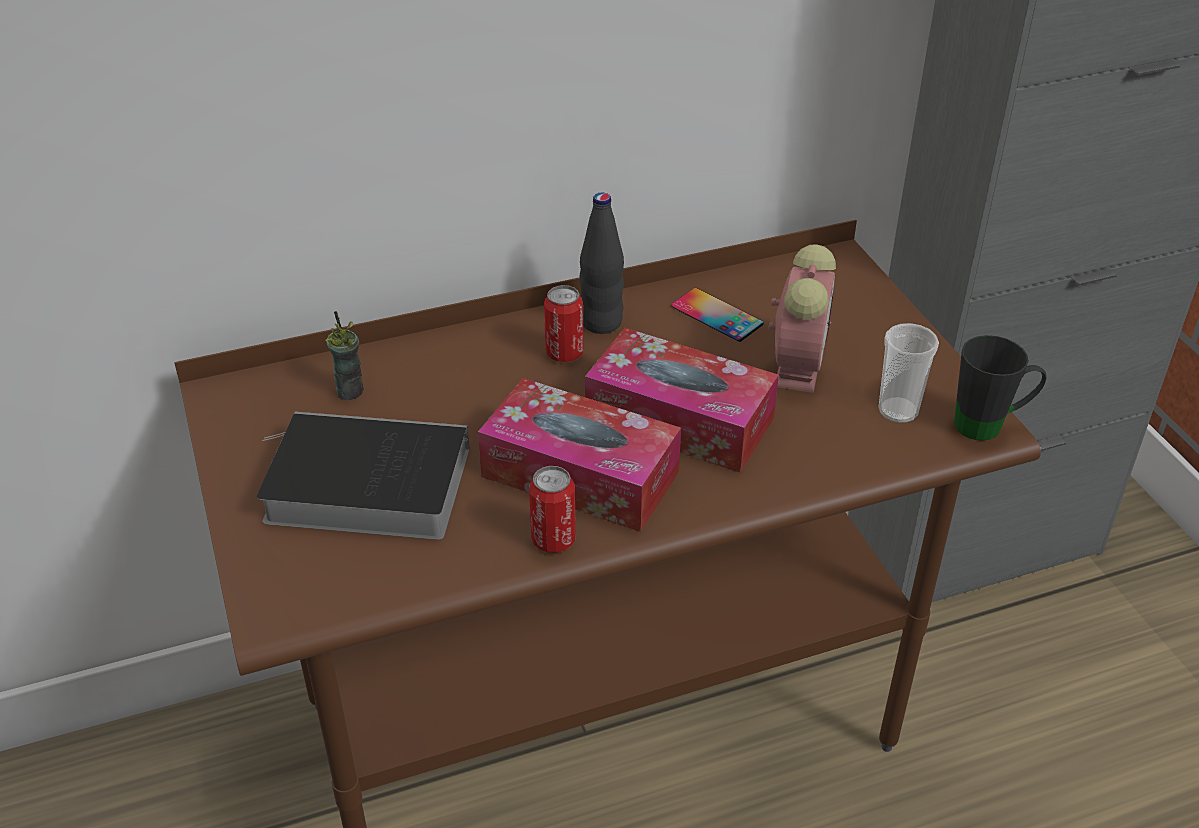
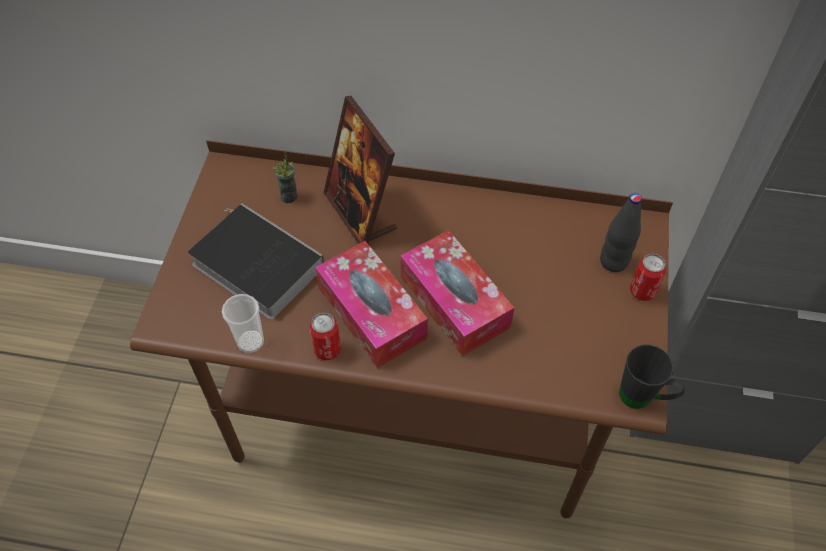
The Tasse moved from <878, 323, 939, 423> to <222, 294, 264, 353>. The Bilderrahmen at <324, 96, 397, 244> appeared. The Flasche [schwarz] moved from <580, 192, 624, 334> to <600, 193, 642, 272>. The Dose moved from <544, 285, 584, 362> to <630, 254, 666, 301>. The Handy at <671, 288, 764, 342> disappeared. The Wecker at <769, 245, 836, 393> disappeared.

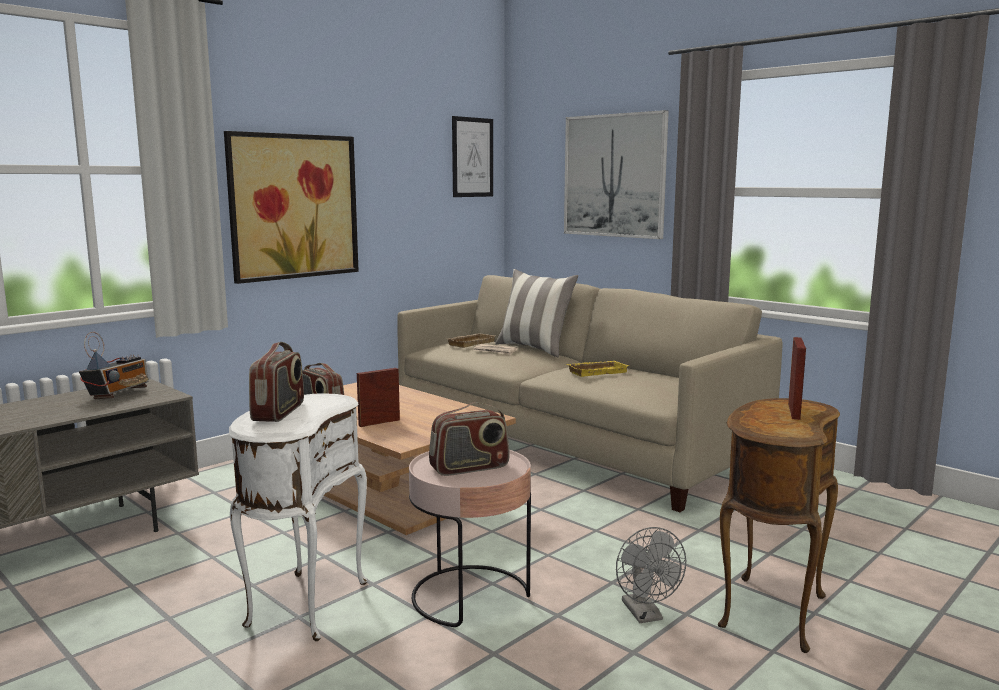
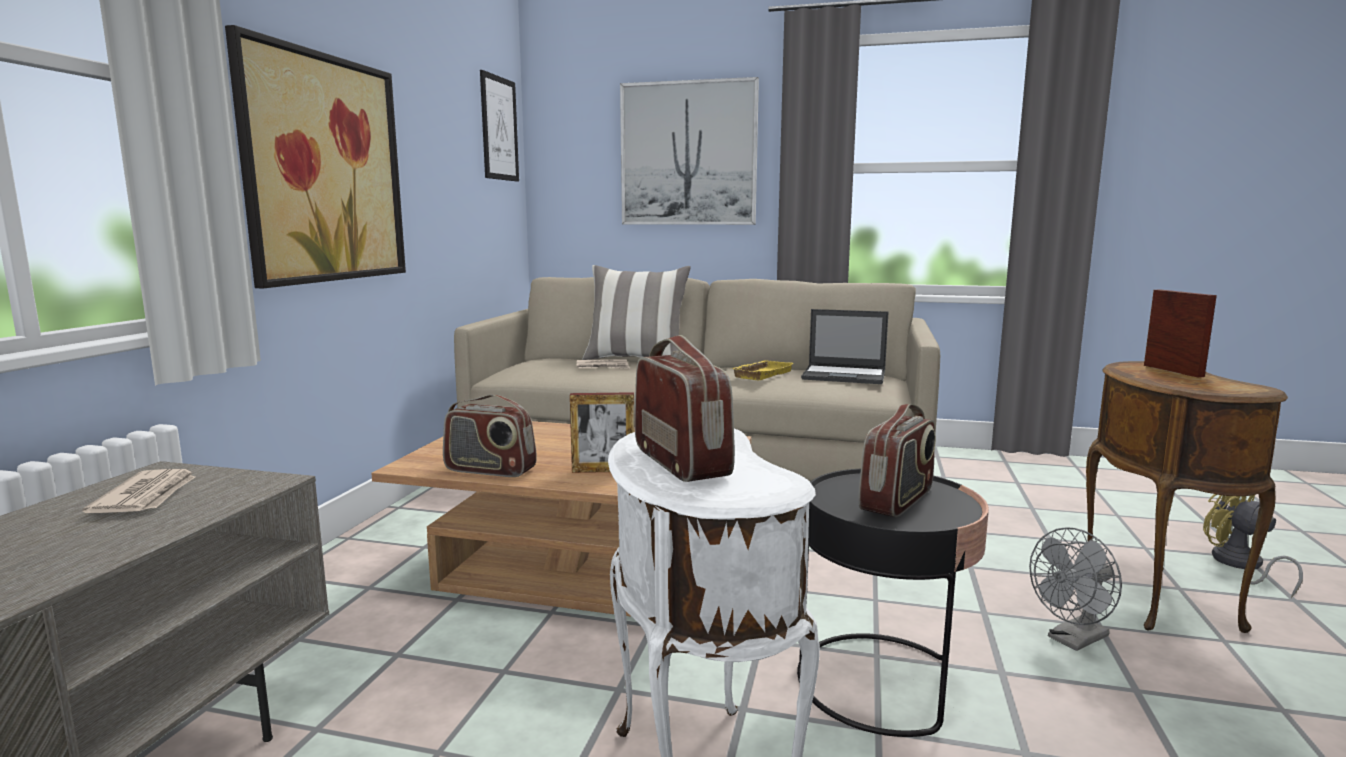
The Radio at <79, 332, 148, 399> was replaced by the Zeitung at <82, 469, 195, 513>. The Bilderrahmen at <357, 368, 400, 427> turned 120 degrees counterclockwise. The Beistelltisch [rosa] at <409, 450, 531, 627> became the Beistelltisch [schwarz] at <797, 468, 989, 737>. The Laptop at <801, 309, 889, 384> appeared. The Ventilator [grau] at <616, 527, 686, 623> turned 105 degrees clockwise. The Ventilator [gelb] at <1203, 494, 1303, 598> appeared. The Tablett [beige] at <448, 333, 495, 348> disappeared.

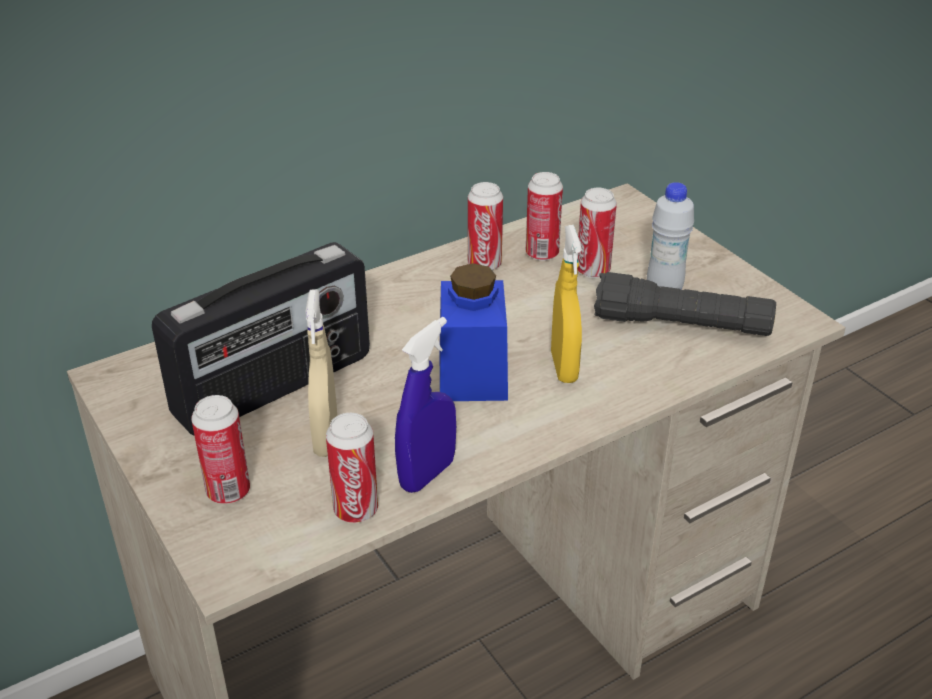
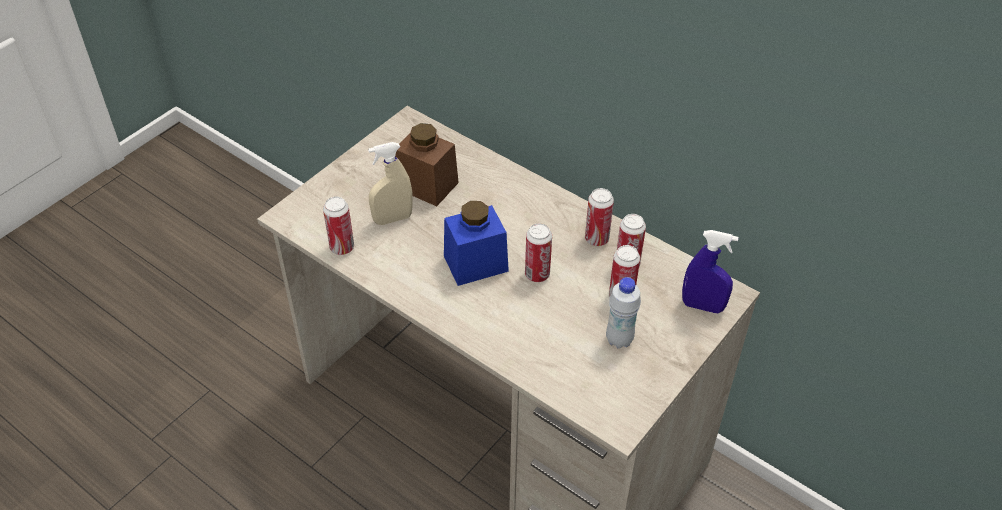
The Radio at <152, 242, 370, 435> was replaced by the Vorratsglas [braun] at <395, 123, 459, 206>. The Dose moved from <191, 395, 250, 504> to <525, 223, 552, 282>. The Sprühflasche [blau] moved from <395, 317, 456, 493> to <682, 230, 739, 313>. The Sprühflasche [gelb] at <551, 225, 582, 383> disappeared. The Taschenlampe [schwarz] at <594, 272, 776, 336> disappeared.

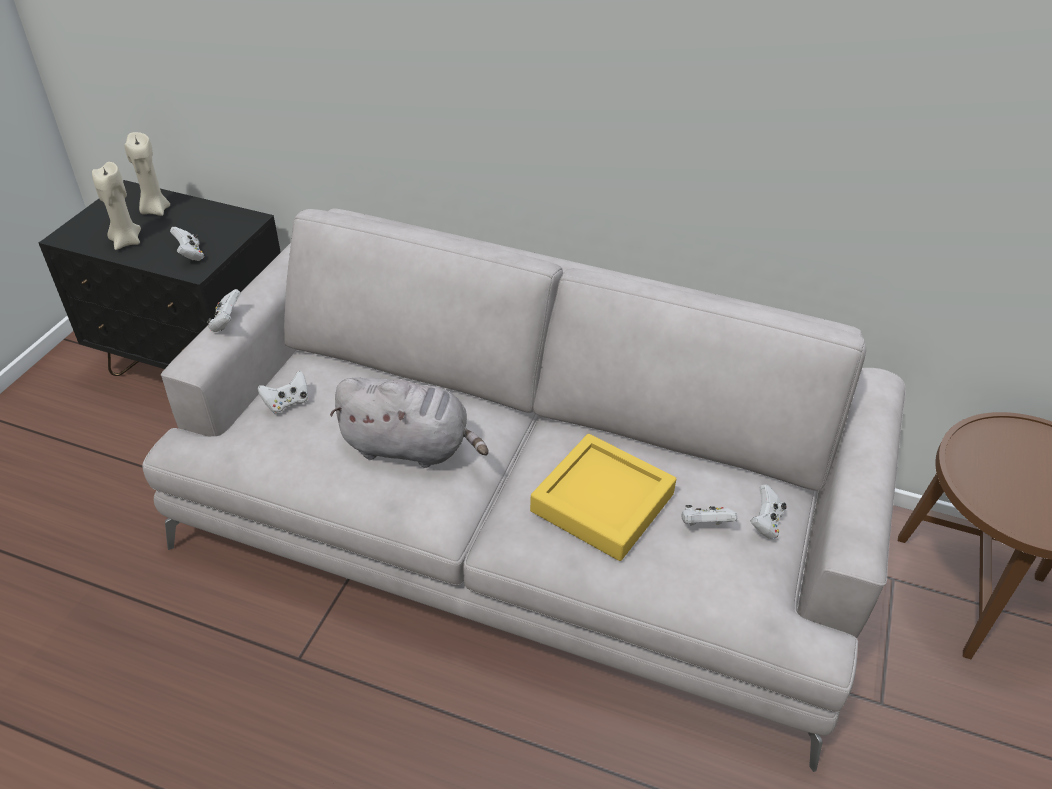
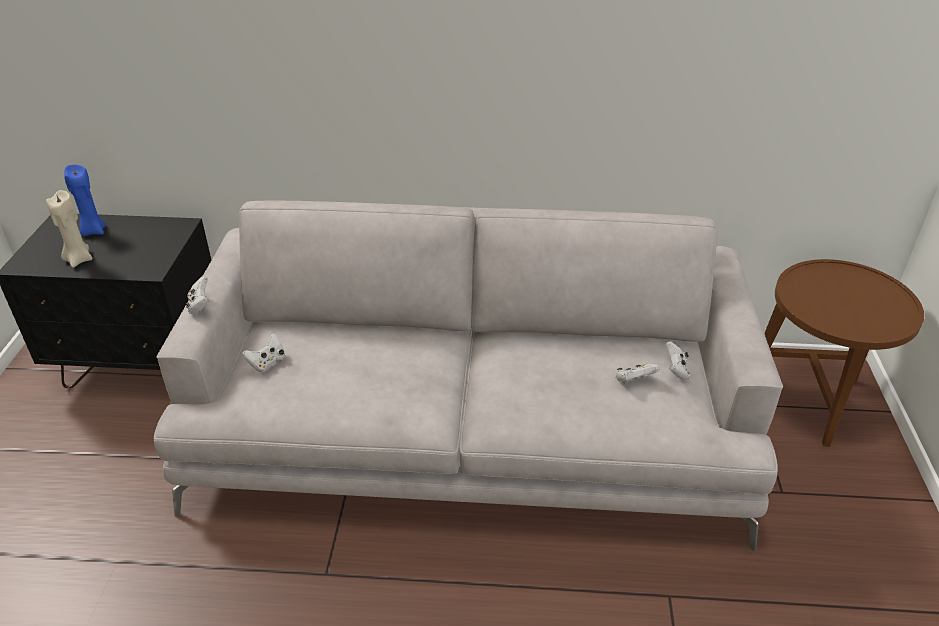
The Kerze [beige] at <124, 132, 170, 216> became the Kerze [blau] at <64, 165, 106, 236>. The Gamepad [weiß] at <170, 227, 204, 261> disappeared. The Plüschtier [grau] at <330, 377, 489, 468> disappeared. The Tablett [gelb] at <530, 434, 676, 561> disappeared.

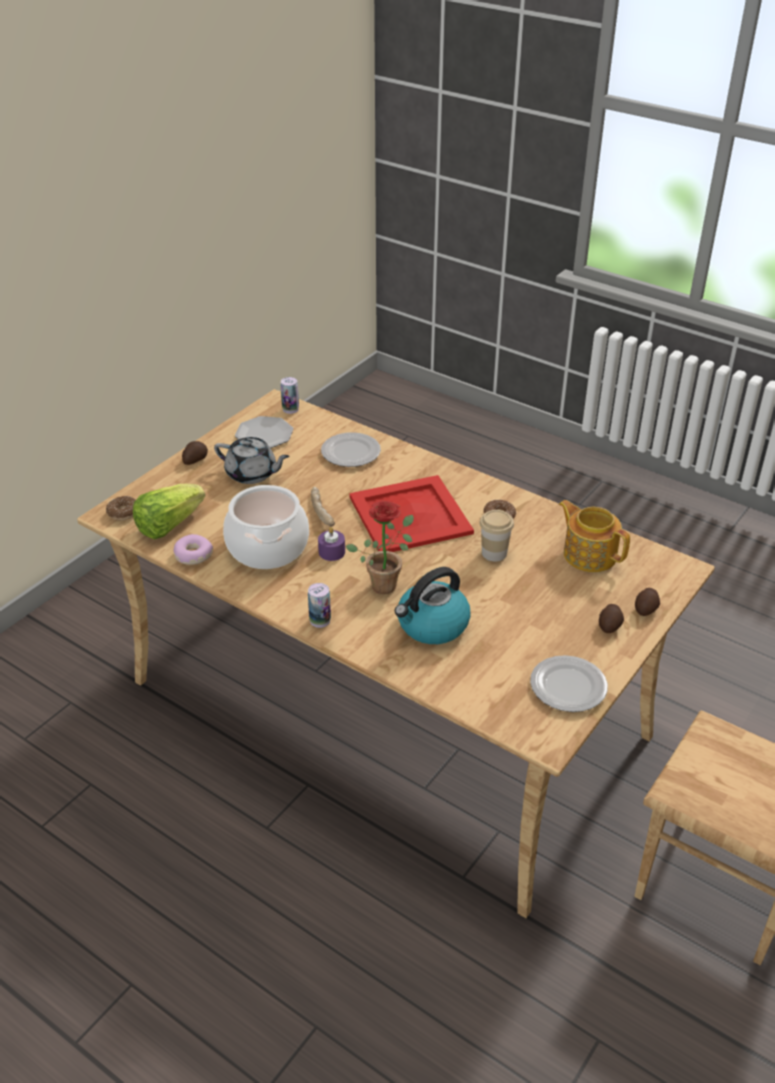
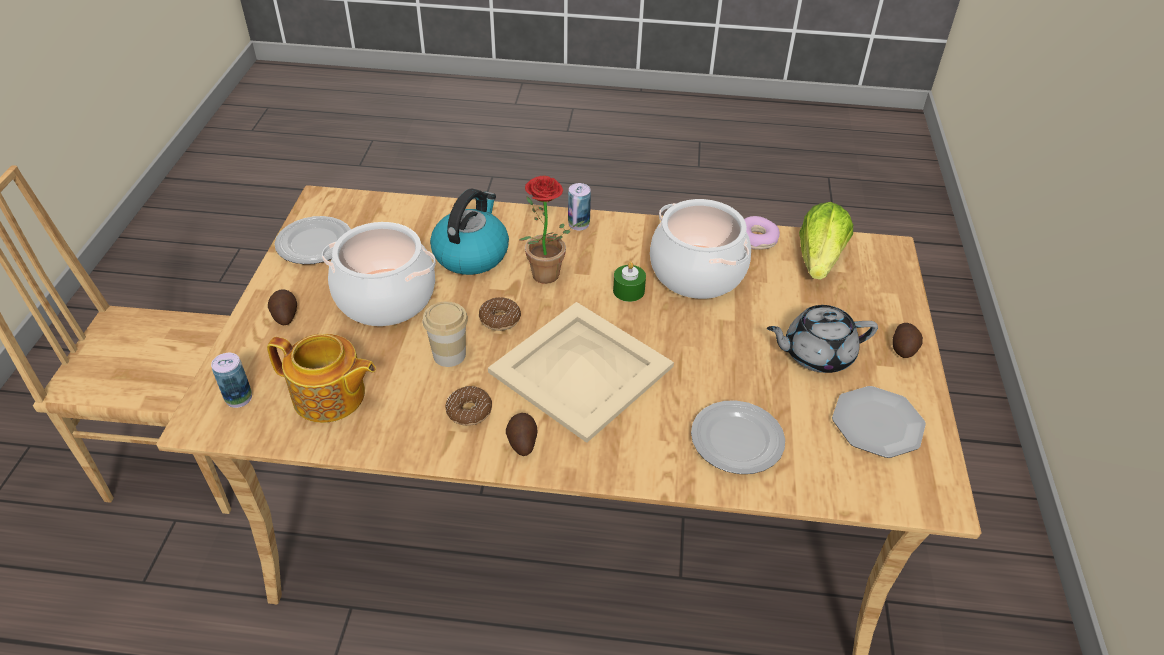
The Dose moved from <280, 377, 299, 414> to <211, 353, 252, 408>. The Kochtopf at <322, 222, 436, 326> appeared. The Donut moved from <106, 496, 135, 520> to <479, 297, 521, 331>. The Tablett [rot] at <349, 475, 474, 552> became the Tablett [beige] at <488, 302, 674, 443>. The Kartoffel moved from <635, 588, 660, 616> to <506, 413, 537, 456>. The Kerze [lila] at <318, 527, 345, 561> became the Kerze [grün] at <613, 262, 646, 302>. The Brot at <311, 487, 335, 527> disappeared.

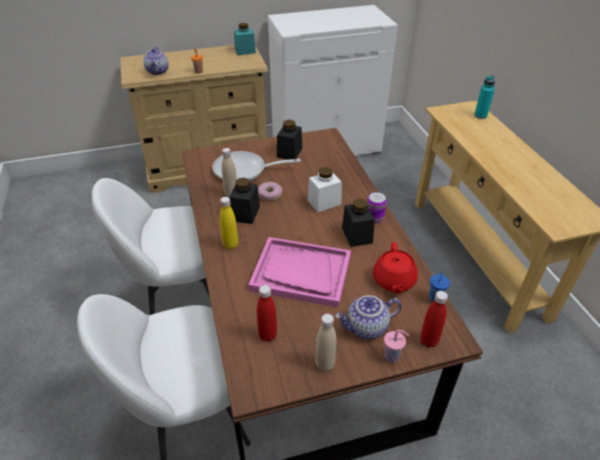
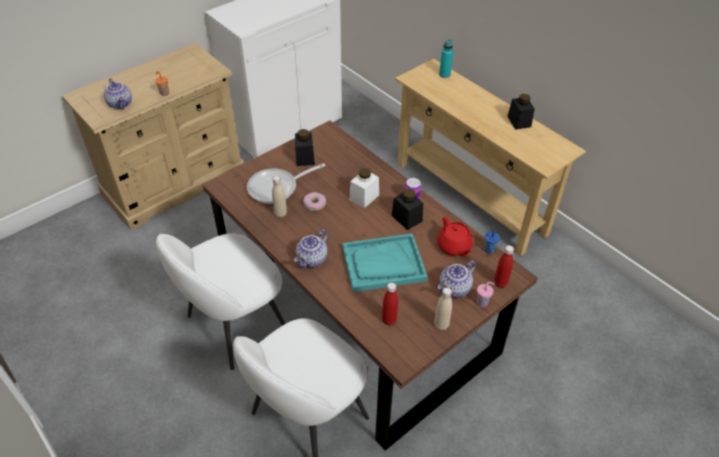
The Flasche [gelb] at <220, 197, 238, 249> was replaced by the Teekanne at <294, 229, 328, 268>. The Tablett [rosa] at <248, 237, 351, 307> became the Tablett [türkis] at <342, 233, 427, 292>. The Vorratsglas [schwarz] moved from <229, 178, 260, 224> to <507, 94, 535, 129>. The Vorratsglas [türkis] at <234, 23, 256, 55> disappeared.

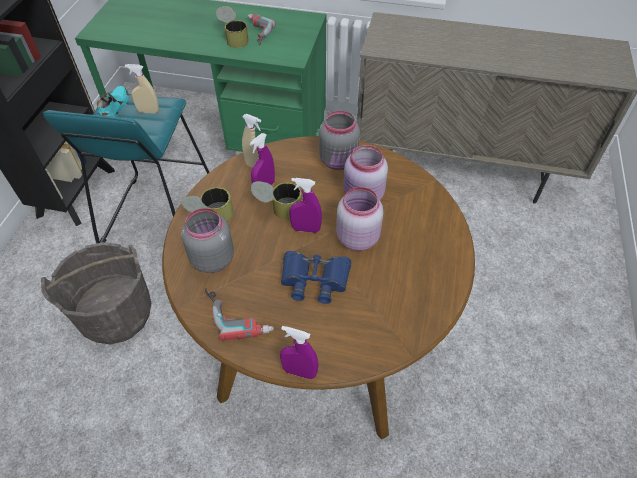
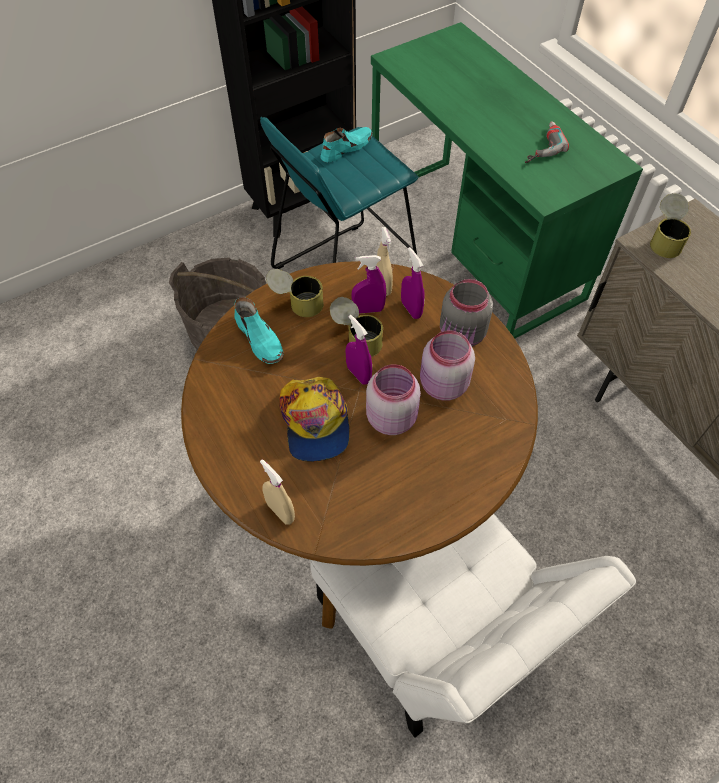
The Vorratsglas [grau] at <181, 208, 234, 273> was replaced by the Schuh [türkis] at <234, 297, 284, 364>. The Sprühflasche [beige] moved from <125, 64, 159, 113> to <260, 459, 295, 525>. The Fernglas [blau] at <281, 251, 351, 304> was replaced by the Kappe at <279, 377, 350, 462>. The Stuhl [weiß] at <310, 514, 636, 738> appeared. The Sprühflasche [lila] moved from <280, 326, 318, 379> to <401, 247, 425, 319>. The Dose moved from <216, 6, 249, 48> to <650, 193, 691, 258>. The Bohrmaschine at <205, 288, 274, 341> disappeared.

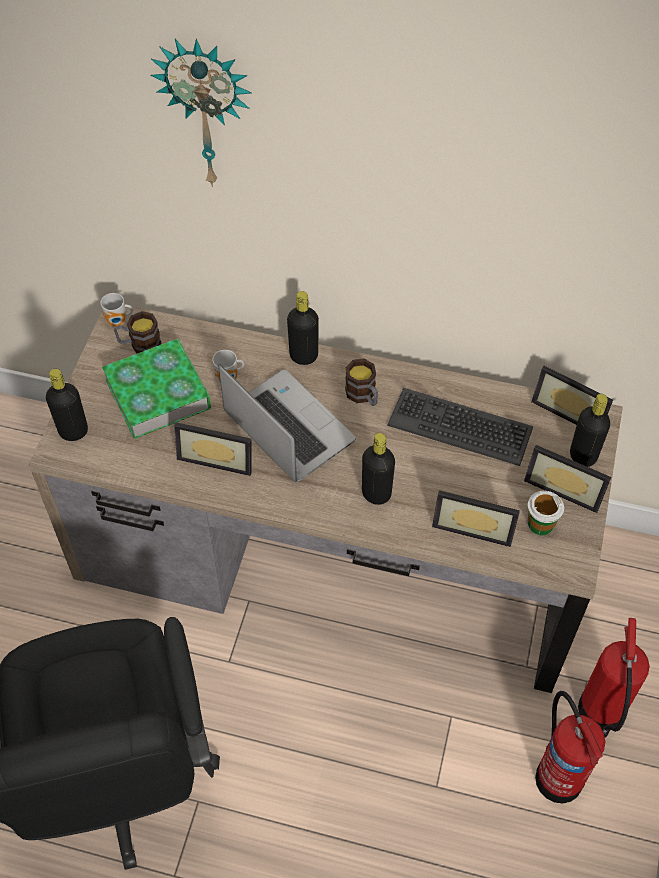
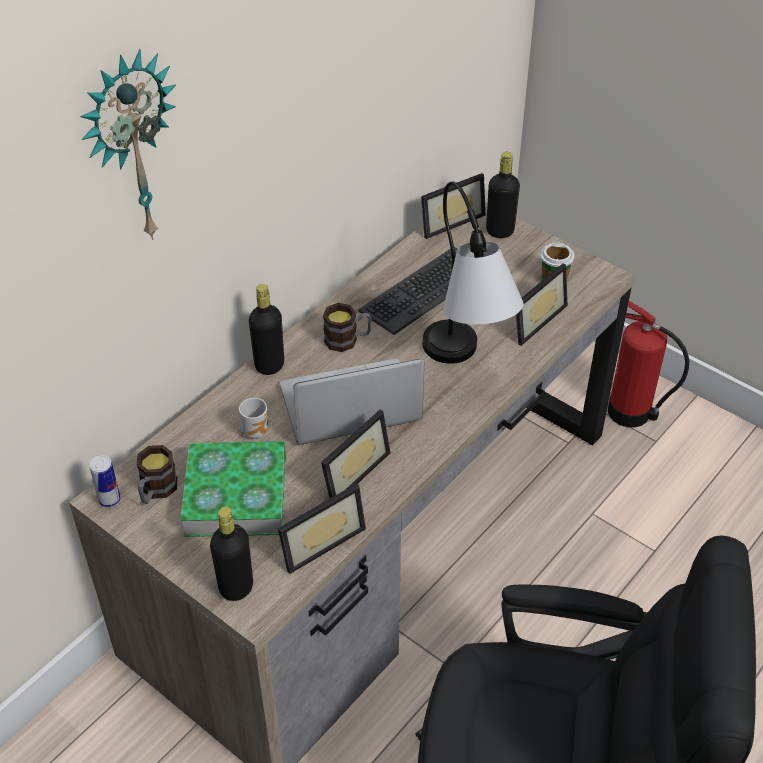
The Henkelbecher at <101, 293, 133, 327> was replaced by the Dose at <90, 455, 121, 508>. The Bilderrahmen moved from <524, 445, 611, 513> to <278, 483, 366, 574>. The Flasche [schwarz] at <362, 433, 395, 505> was replaced by the Tischlampe at <423, 181, 524, 364>. The Feuerlöscher at <535, 691, 605, 803> disappeared.

